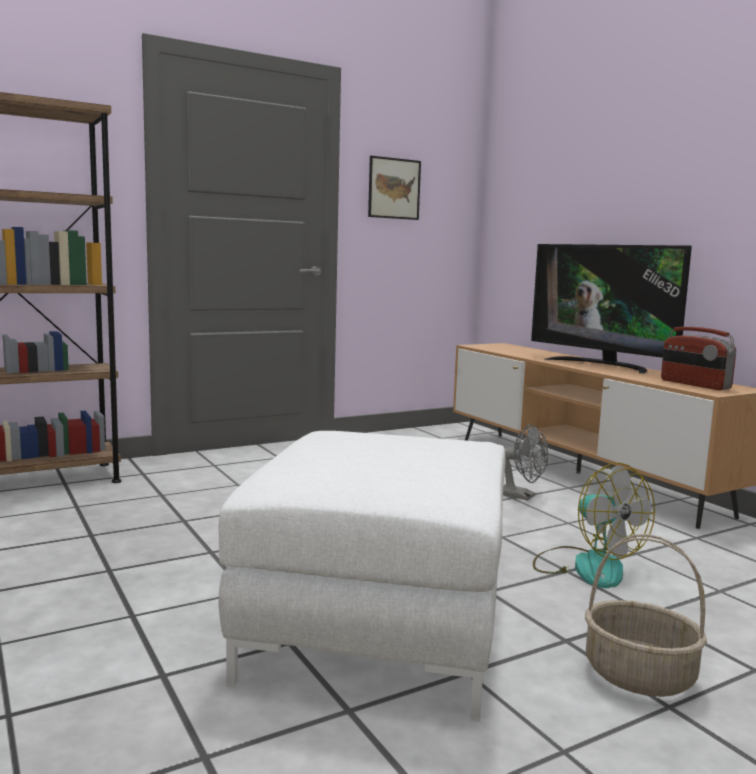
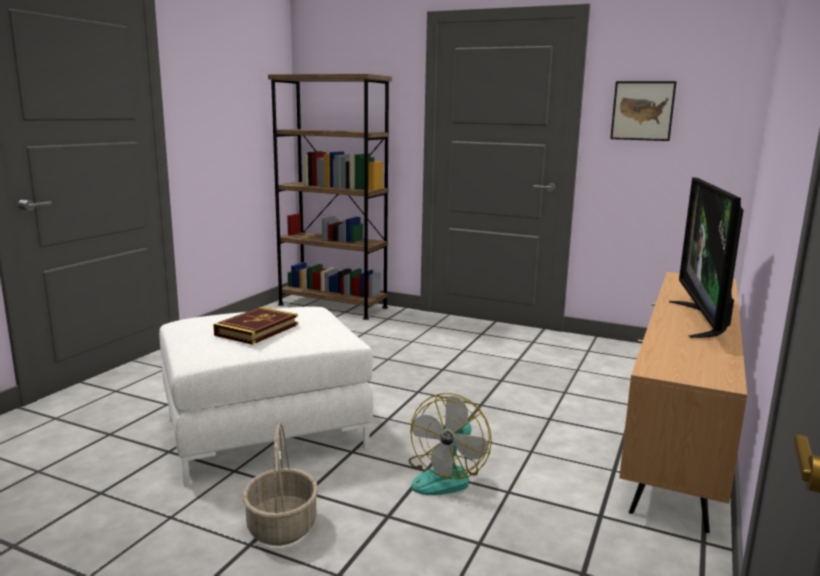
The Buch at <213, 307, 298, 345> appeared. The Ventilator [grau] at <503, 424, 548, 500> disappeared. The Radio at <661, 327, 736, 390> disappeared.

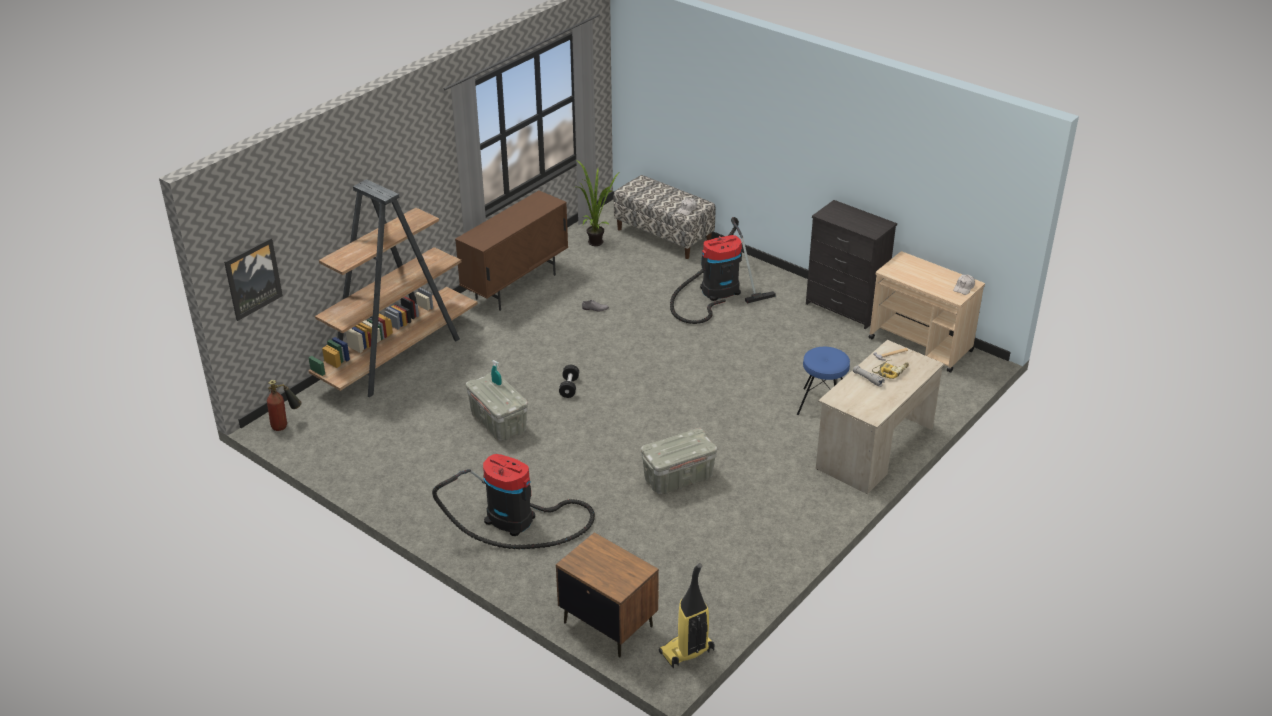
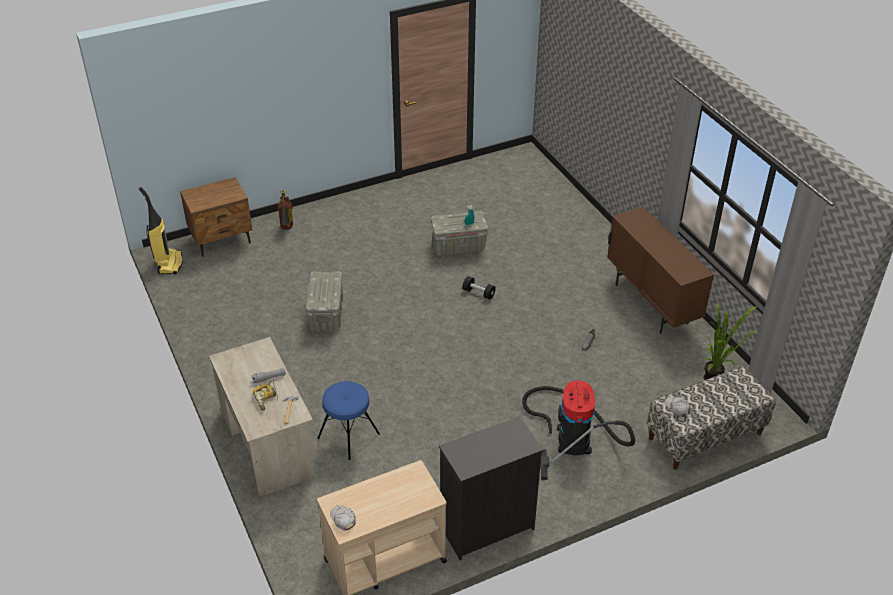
The Feuerlöscher moved from <267, 380, 302, 431> to <278, 190, 293, 230>. The Bild at <224, 238, 283, 321> disappeared. The Bücherregal [braun] at <308, 179, 478, 397> disappeared. The Staubsauger at <432, 454, 595, 549> disappeared.

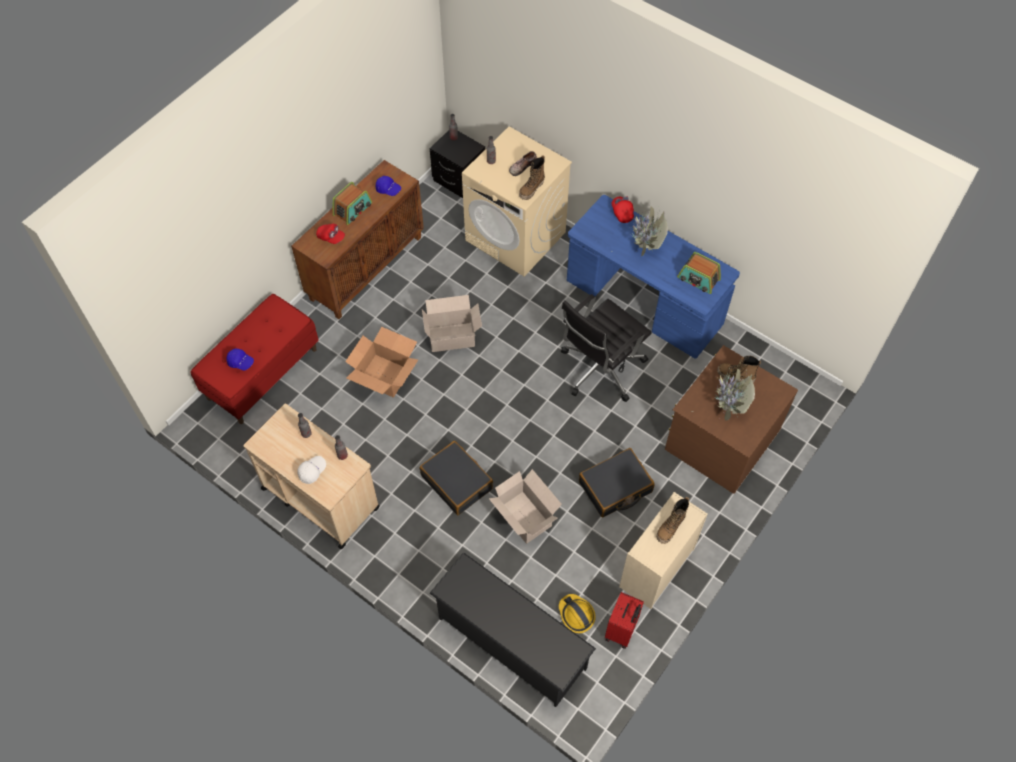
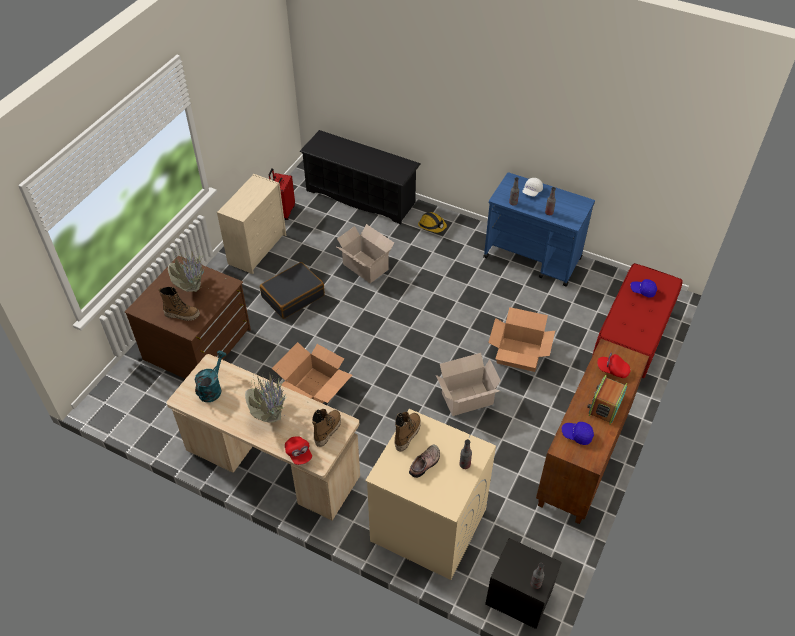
The Schreibtisch [blau] at <567, 195, 740, 359> became the Schreibtisch [beige] at <167, 354, 360, 521>. The Radio at <677, 252, 721, 294> was replaced by the Gießkanne [türkis] at <195, 351, 226, 402>. The Bürostuhl [schwarz] at <561, 294, 652, 402> was replaced by the Karton at <272, 342, 352, 404>. The Stiefel moved from <657, 497, 689, 544> to <312, 409, 341, 447>. The Schutzhelm moved from <559, 594, 596, 633> to <418, 212, 447, 233>. The Rollwagen [beige] at <243, 404, 380, 549> became the Rollwagen [blau] at <483, 172, 595, 287>. The Koffer [schwarz] at <420, 441, 493, 515> disappeared.

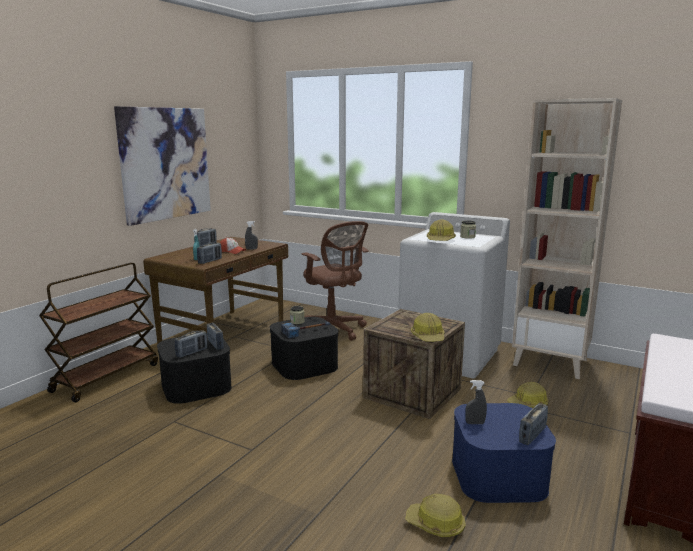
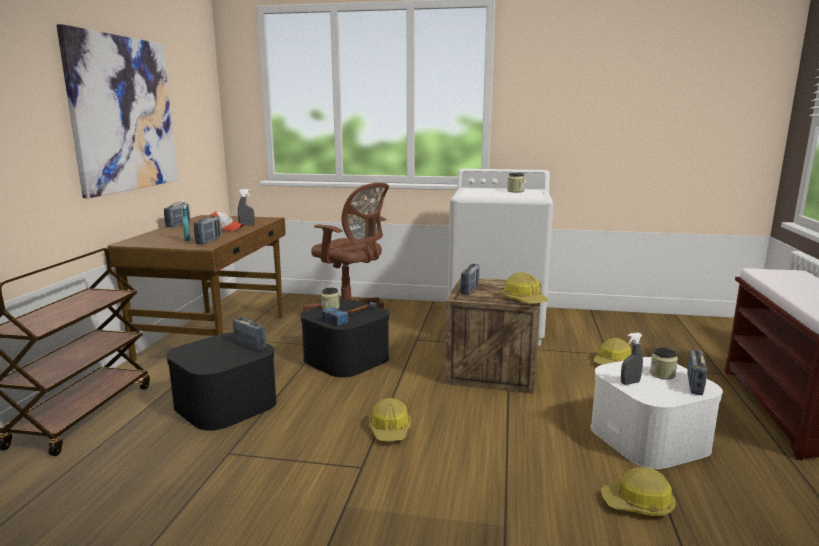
The Schutzhelm moved from <427, 219, 456, 241> to <369, 398, 411, 441>. The Radio moved from <175, 330, 207, 358> to <460, 264, 479, 295>. The Aufbewahrungsbox [blau] at <452, 403, 556, 503> became the Aufbewahrungsbox [weiß] at <591, 357, 723, 469>. The Vorratsglas at <650, 347, 678, 379> appeared. The Bücherregal [beige] at <512, 98, 622, 379> disappeared.

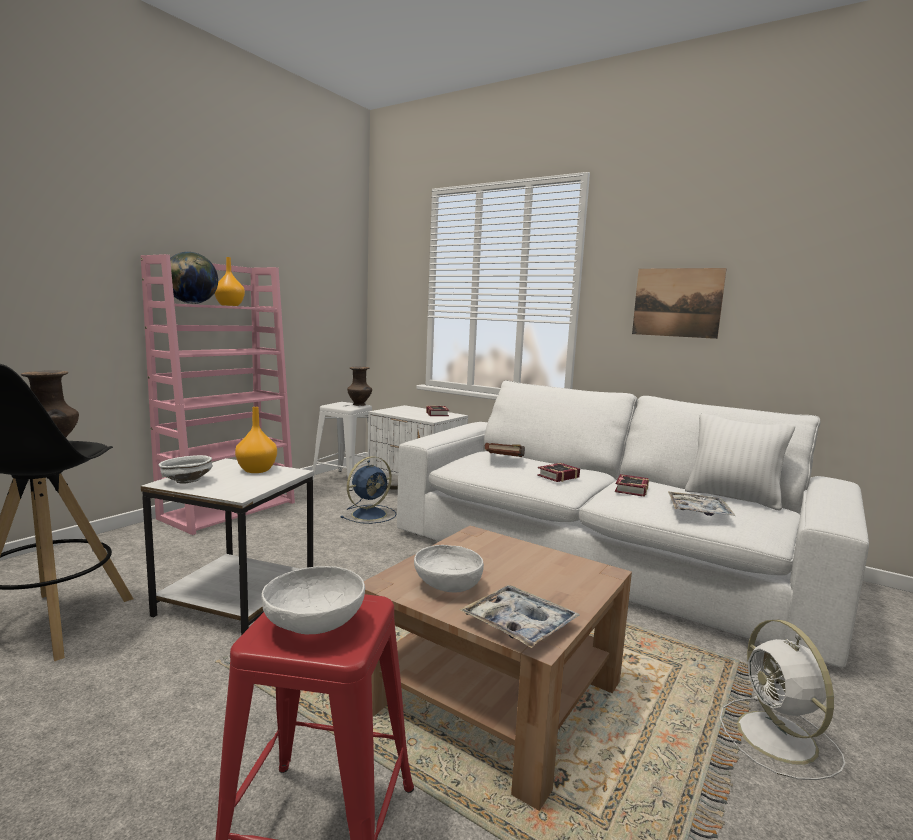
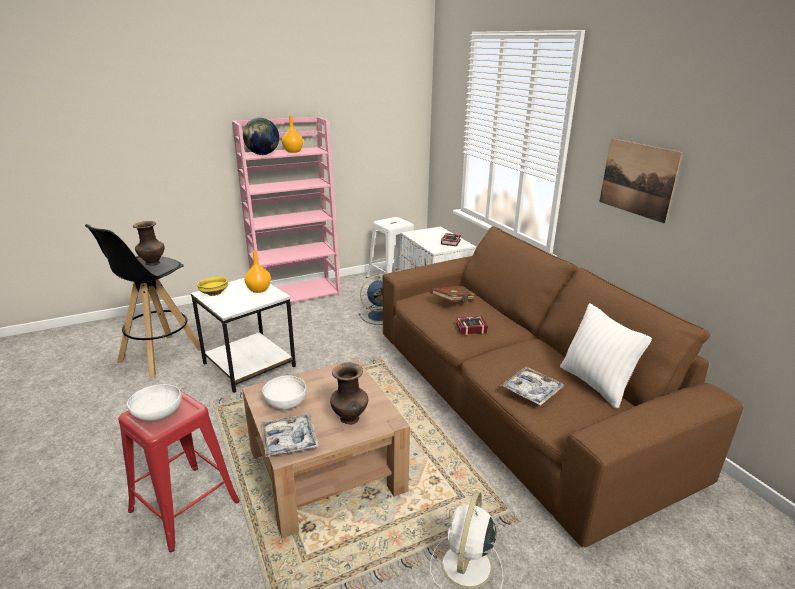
The Schüssel [weiß] at <159, 455, 213, 484> became the Schüssel [gelb] at <197, 277, 228, 296>. The Vase [braun] moved from <347, 367, 372, 406> to <330, 363, 368, 425>. The Sofa [weiß] at <397, 380, 869, 668> became the Sofa [braun] at <383, 226, 744, 547>. The Buch at <615, 474, 649, 497> disappeared.

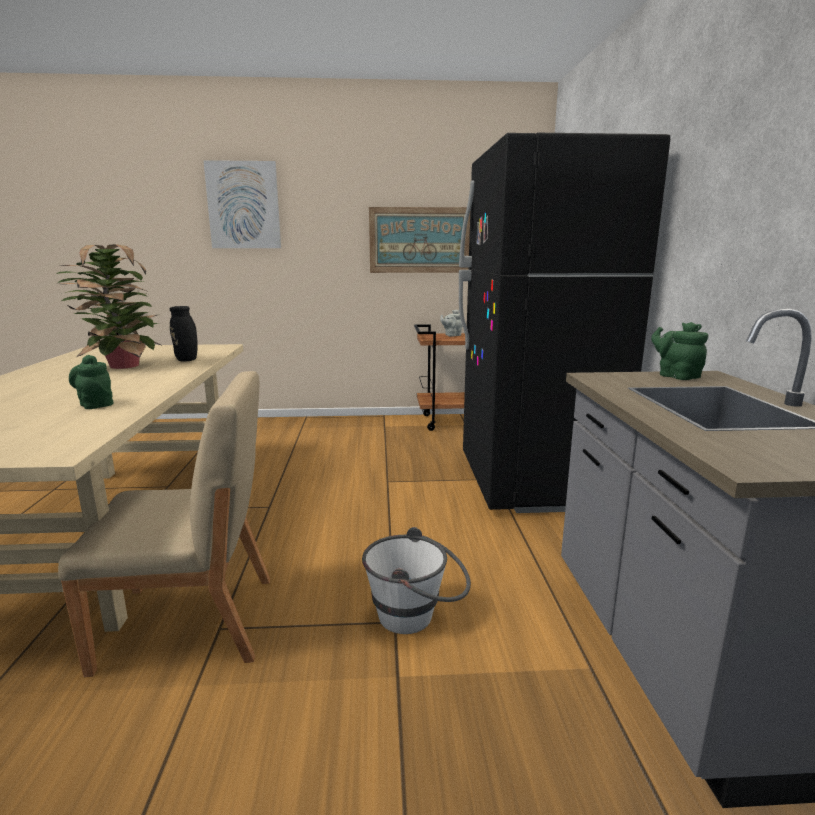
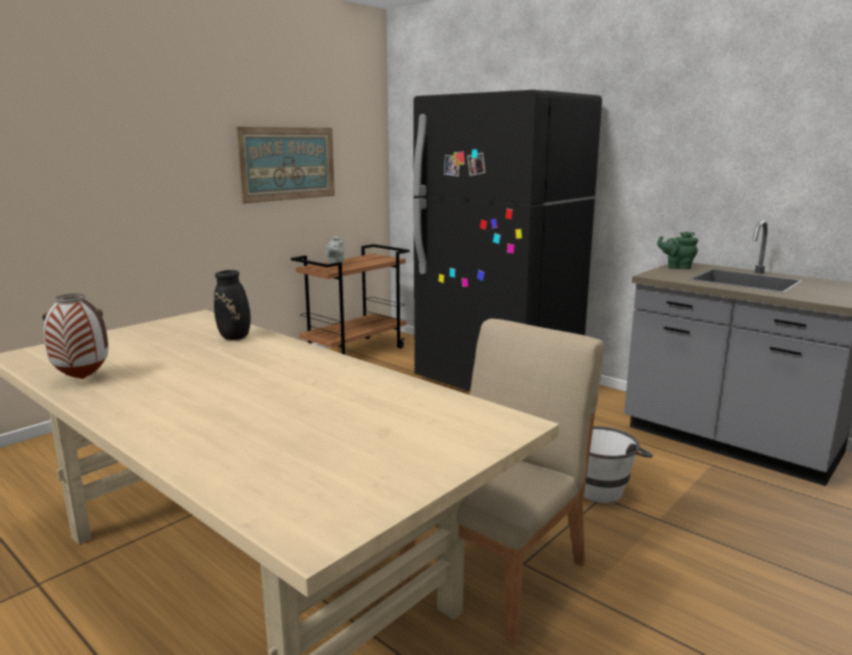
The Vase at <42, 294, 108, 379> appeared. The Topfpflanze at <56, 244, 163, 369> disappeared. The Teekanne [grün] at <69, 355, 114, 409> disappeared. The Bild at <203, 160, 281, 248> disappeared.

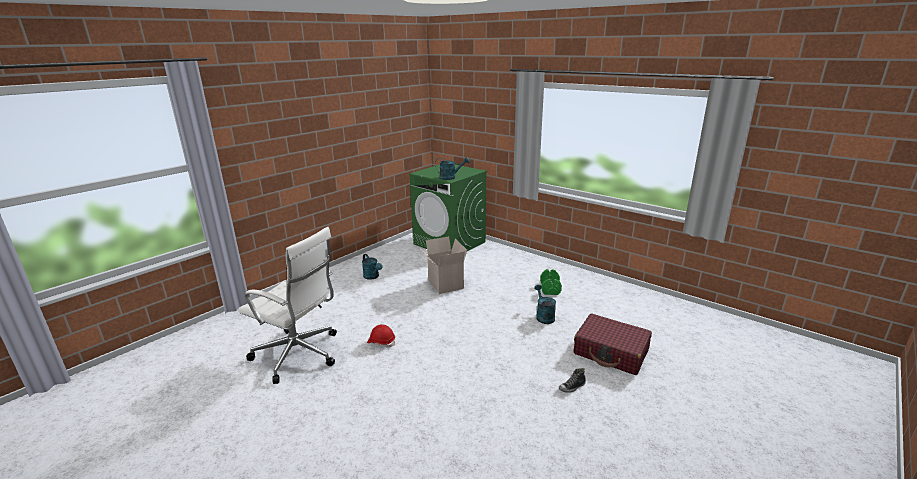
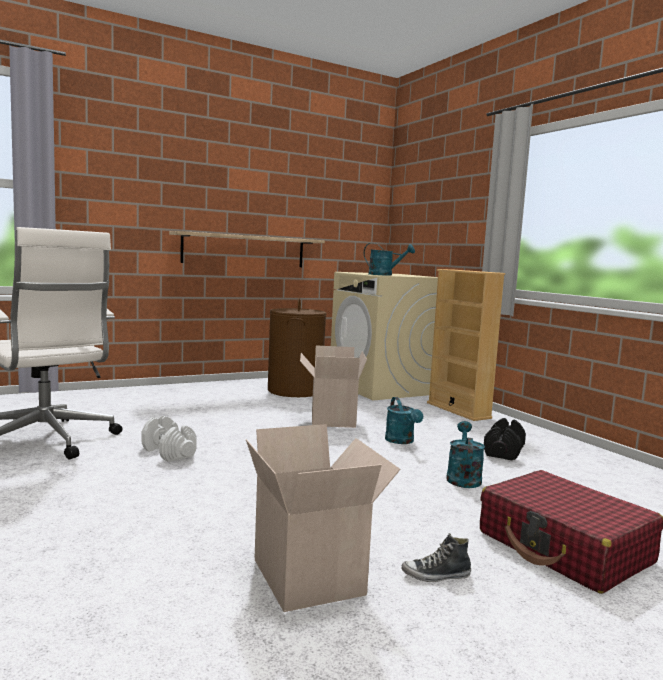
The Schutzhelm [rot] at <367, 324, 395, 348> was replaced by the Hantel [weiß] at <141, 416, 197, 462>. The Wandregal at <169, 231, 325, 267> appeared. The Karton at <246, 424, 401, 612> appeared. The Wäschekorb [braun] at <268, 298, 327, 397> appeared. The Waschmaschine [grün] at <410, 165, 487, 251> became the Waschmaschine [beige] at <331, 272, 438, 400>. The Gießkanne [türkis] moved from <362, 254, 382, 280> to <385, 397, 423, 444>. The Bücherregal [beige] at <427, 269, 505, 421> appeared. The Hantel [grün] at <540, 269, 562, 295> became the Hantel [schwarz] at <484, 418, 526, 461>.

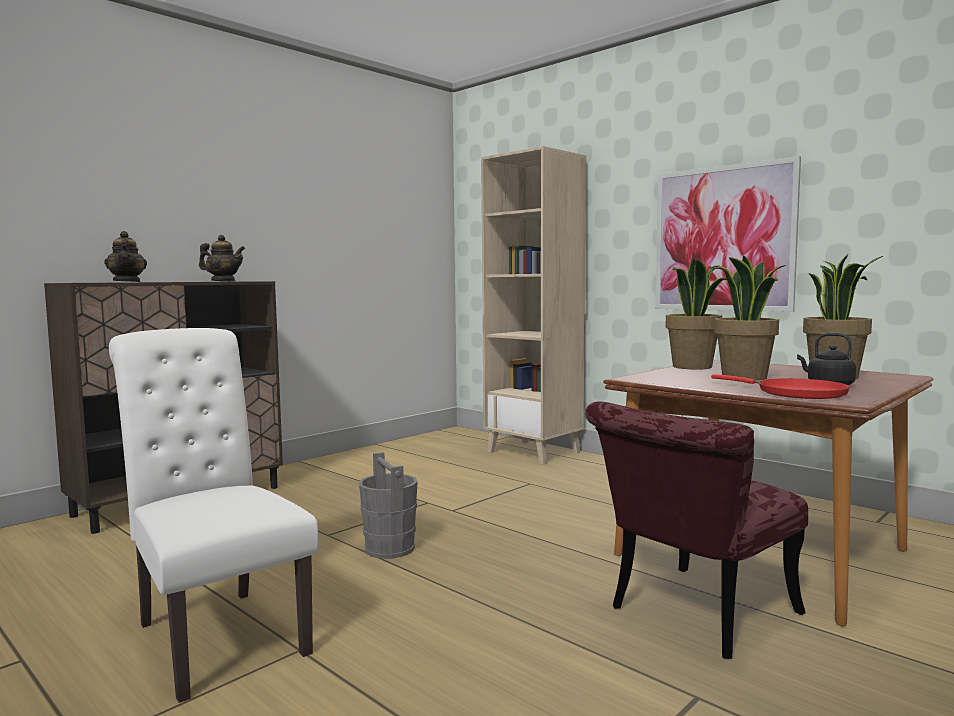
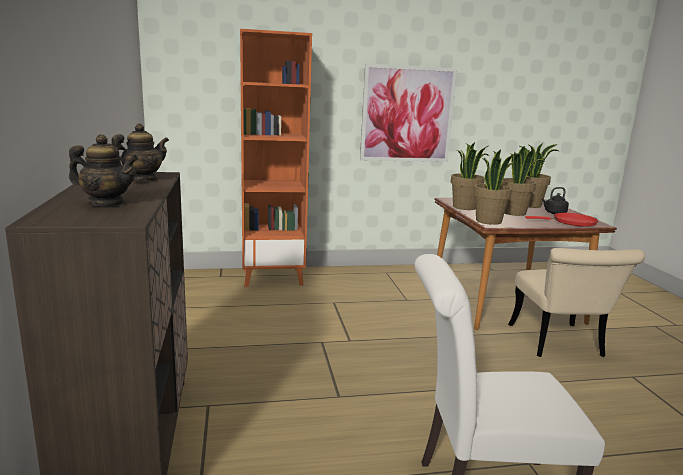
The Bücherregal [beige] at <481, 146, 586, 465> became the Bücherregal [orange] at <240, 29, 312, 287>. The Topfpflanze at <474, 149, 518, 225> appeared. The Stuhl [rot] at <585, 401, 808, 659> became the Stuhl [beige] at <508, 248, 645, 357>. The Eimer [grau] at <359, 452, 418, 559> disappeared.

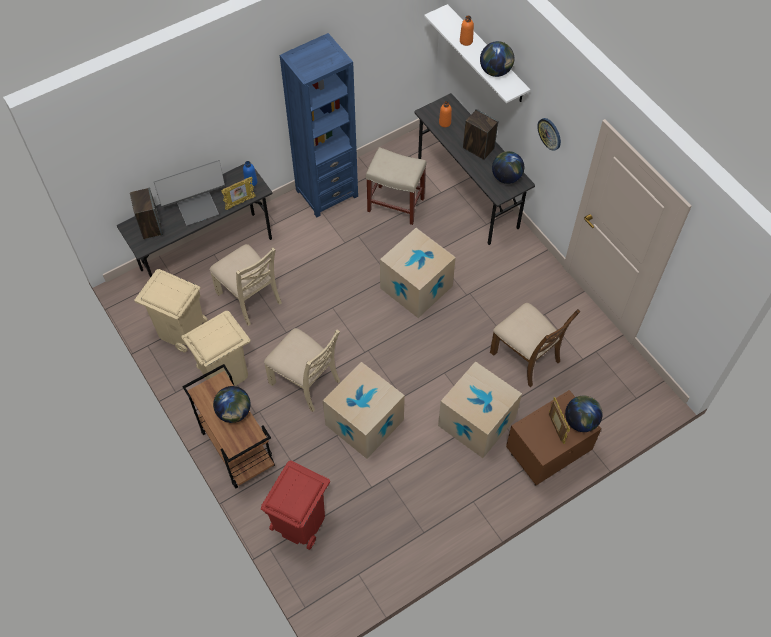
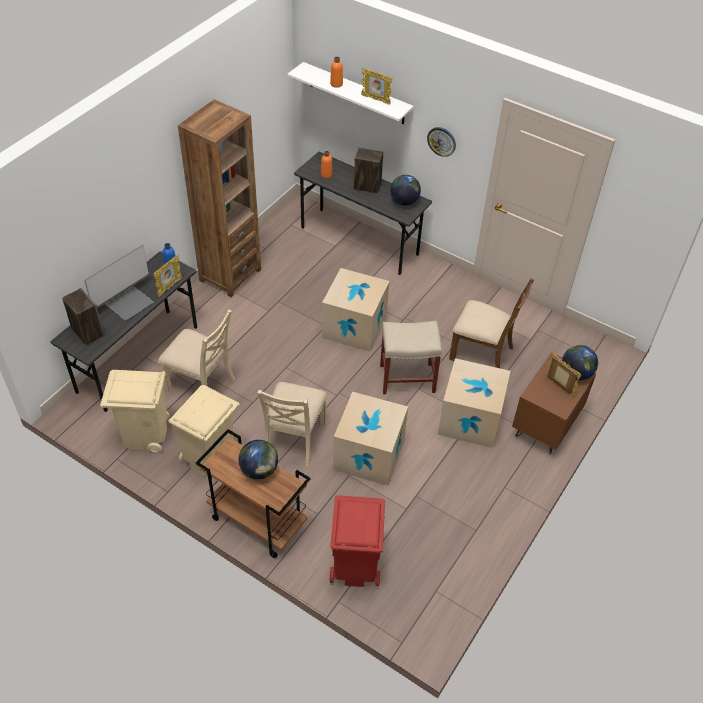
The Bücherregal [blau] at <280, 33, 358, 217> became the Bücherregal [braun] at <178, 99, 261, 297>. The Stuhl [beige] at <264, 328, 340, 412> turned 90 degrees clockwise. The Globus at <480, 41, 514, 77> was replaced by the Bilderrahmen at <361, 68, 392, 105>. The Hocker [beige] moved from <366, 147, 426, 225> to <380, 321, 442, 394>.

